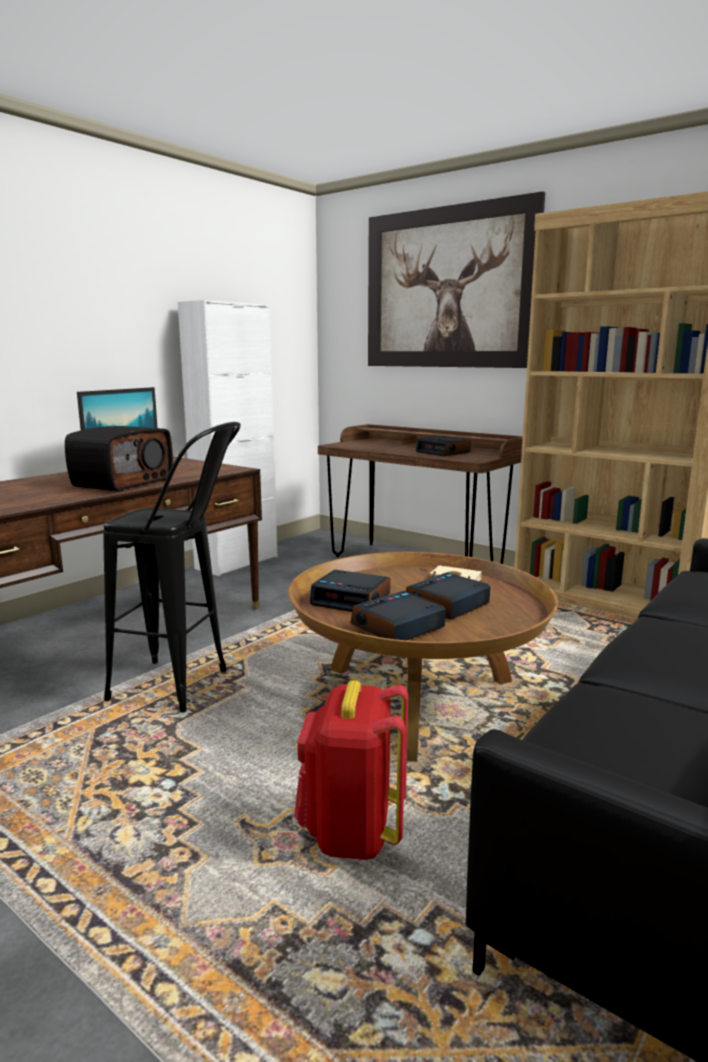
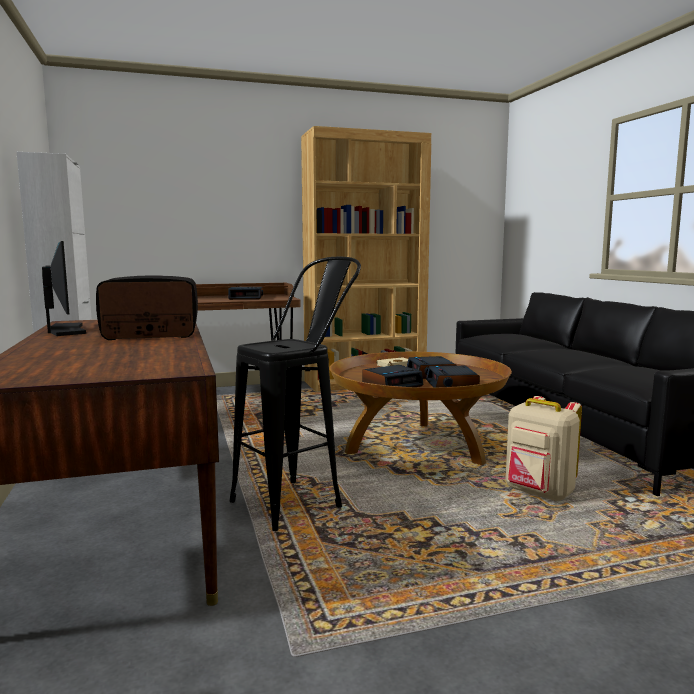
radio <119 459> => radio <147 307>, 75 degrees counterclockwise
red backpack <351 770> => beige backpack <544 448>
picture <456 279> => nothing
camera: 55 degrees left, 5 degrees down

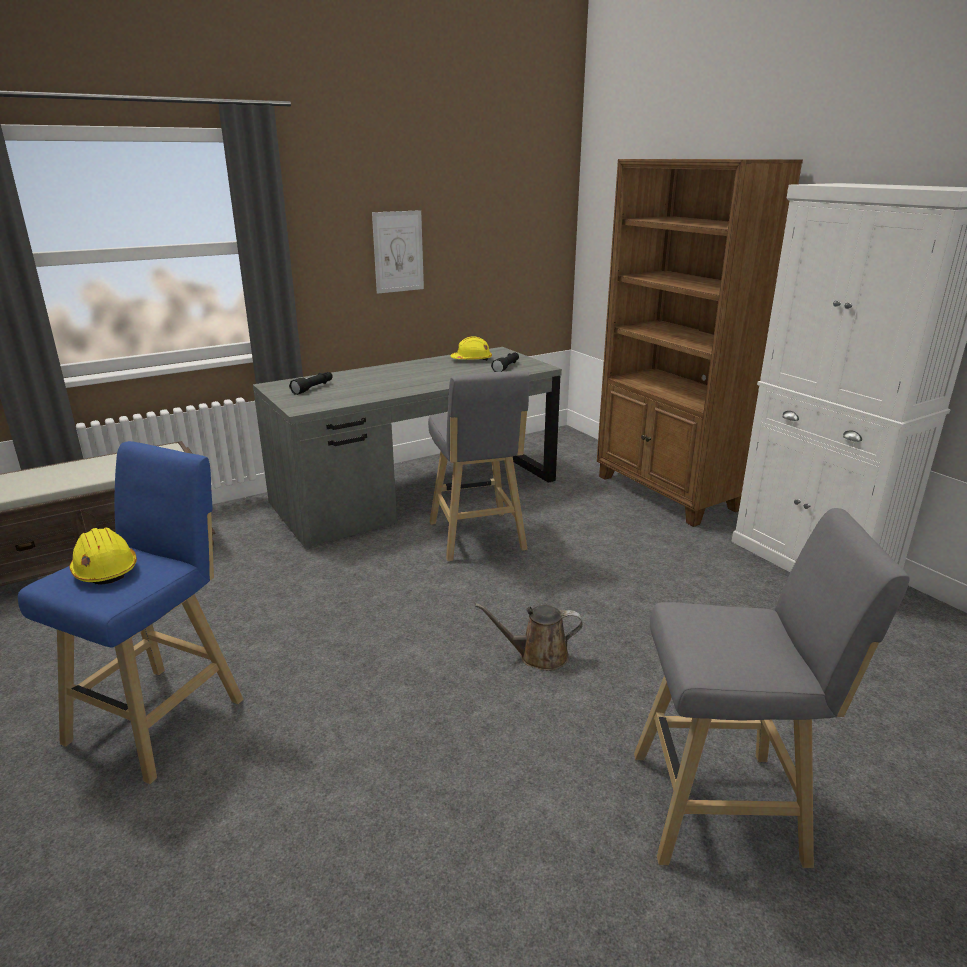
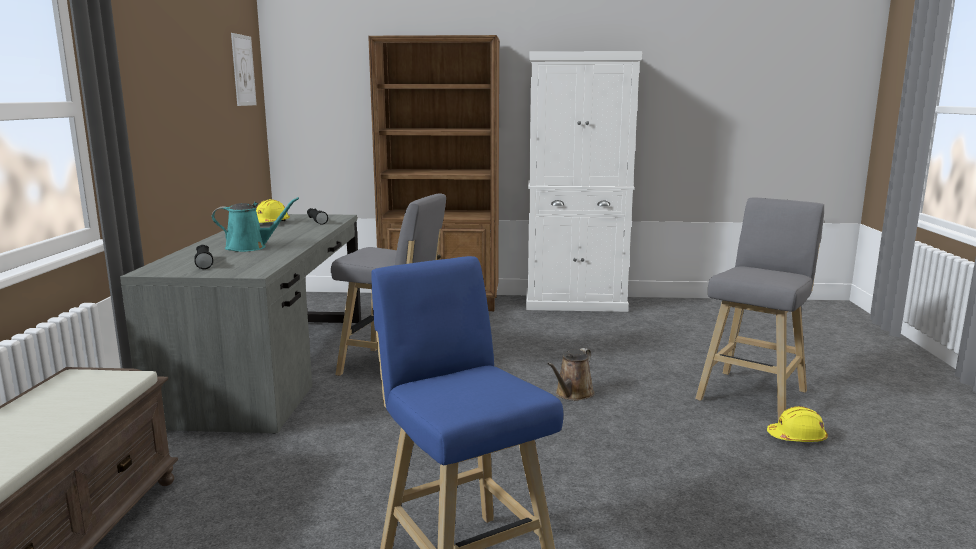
yellow hard hat <103 556> => yellow hard hat <797 424>, shifted
picture <398 252> => picture <244 69>, shifted
nothing => turquoise watering can <255 224>
camera: 55 degrees left, 10 degrees down

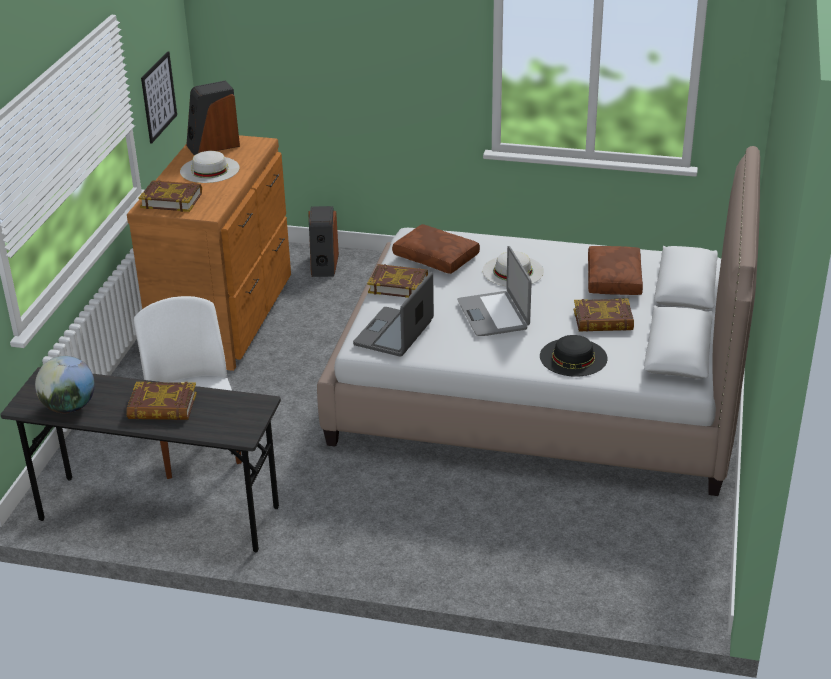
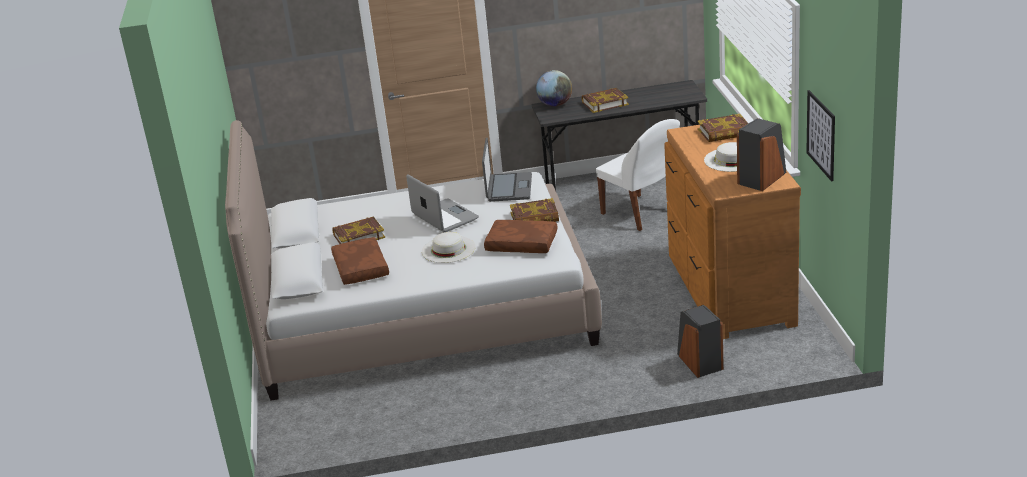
globe <65 384> => globe <554 88>, shifted
black hat <574 356> => nothing
camera: 160 degrees right, 5 degrees down

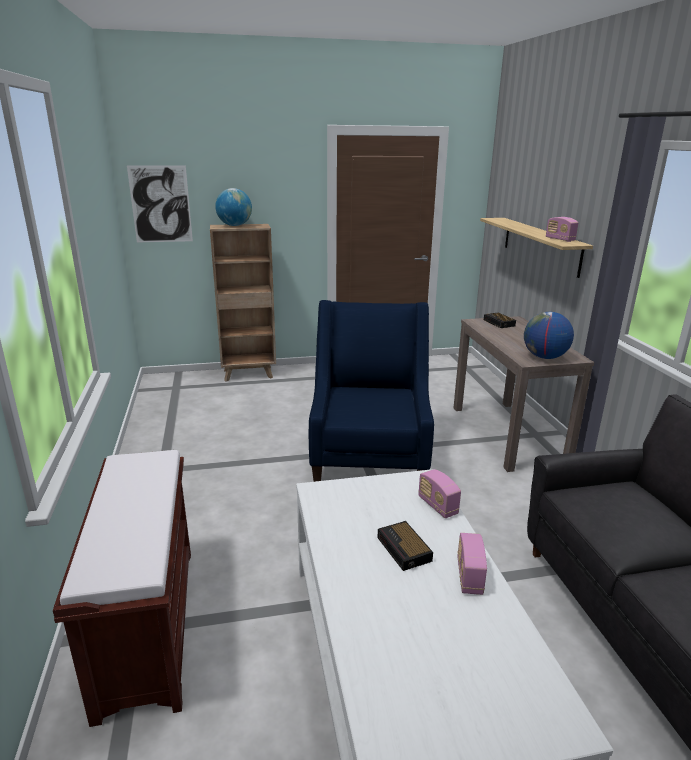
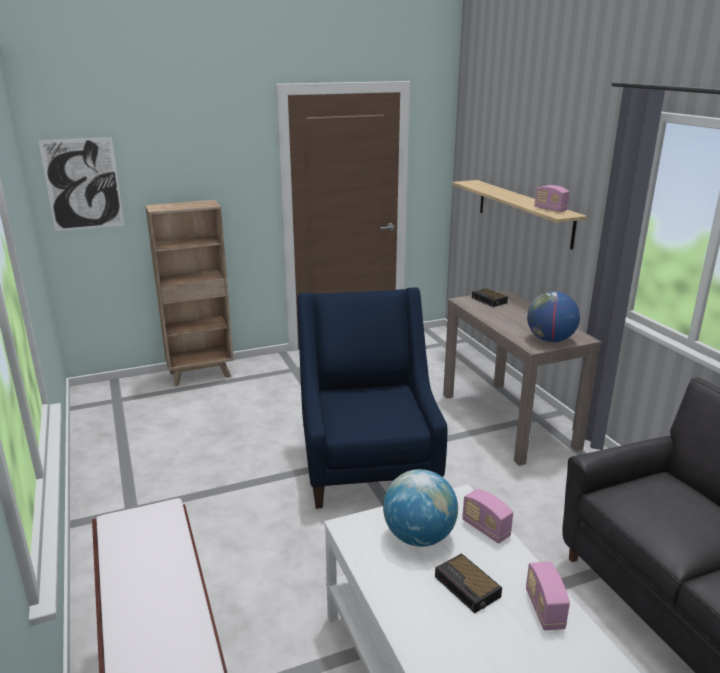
globe <233 207> => globe <420 508>, shifted
camera: 10 degrees left, 0 degrees up

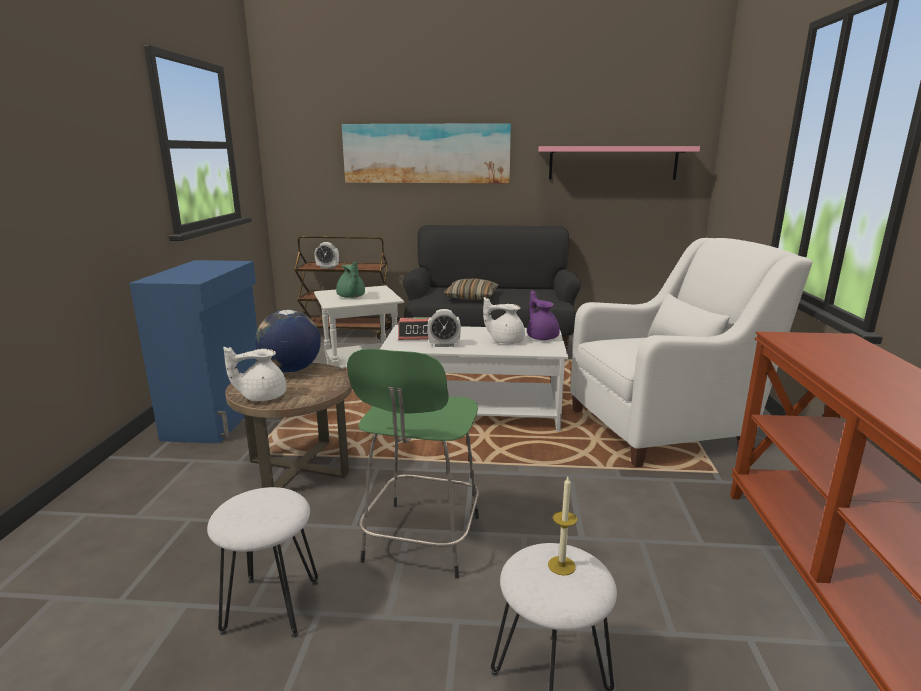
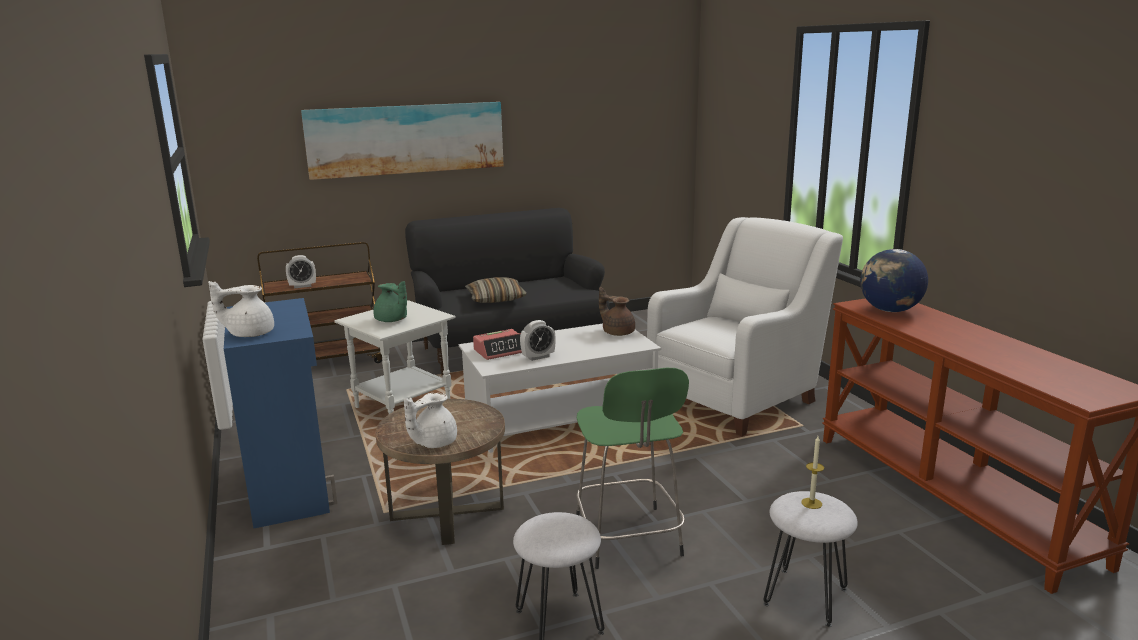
globe <288 341> => globe <894 280>, shifted
white teapot <504 320> => white teapot <241 309>, shifted
purple teapot <543 315> => brown teapot <617 311>
pink shelf <619 163> => nothing
camera: 25 degrees left, 0 degrees up

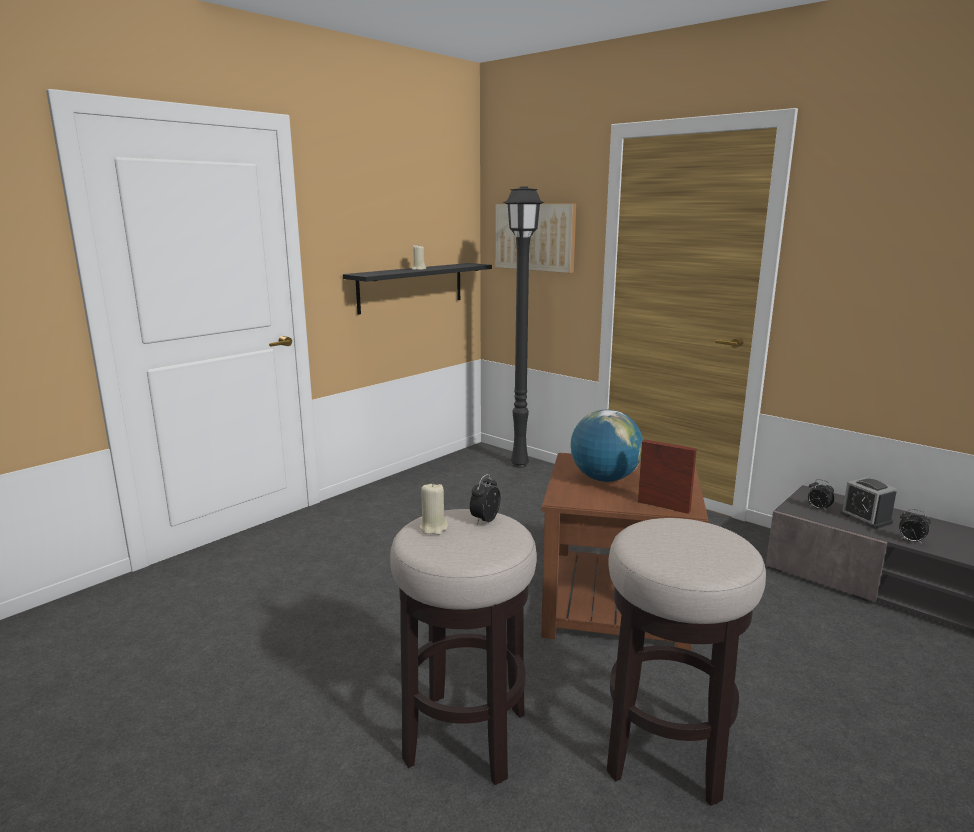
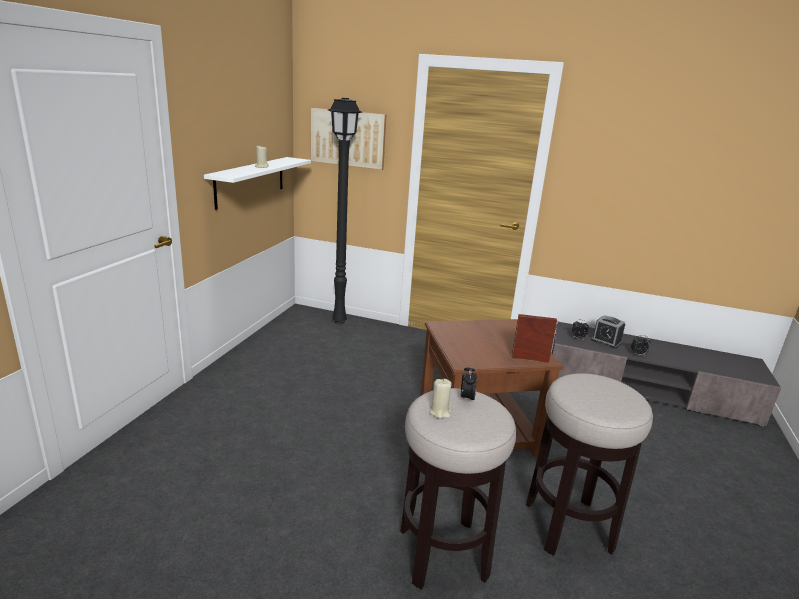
black shelf <417 289> => white shelf <257 183>
globe <606 446> => nothing
camera: 25 degrees left, 5 degrees up

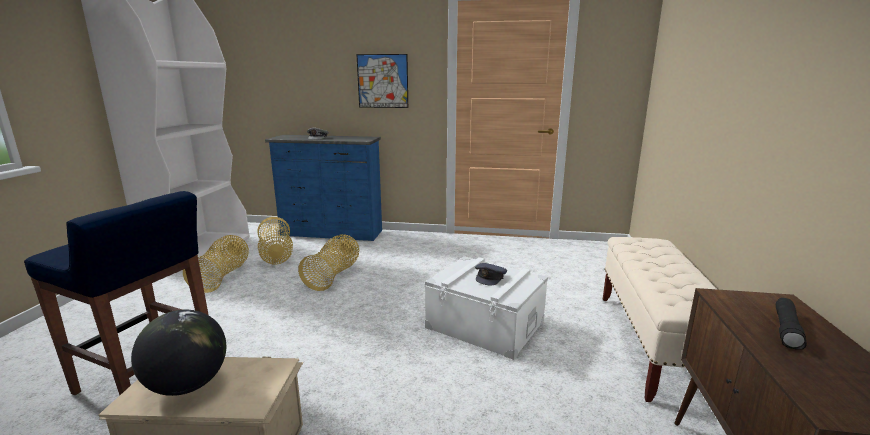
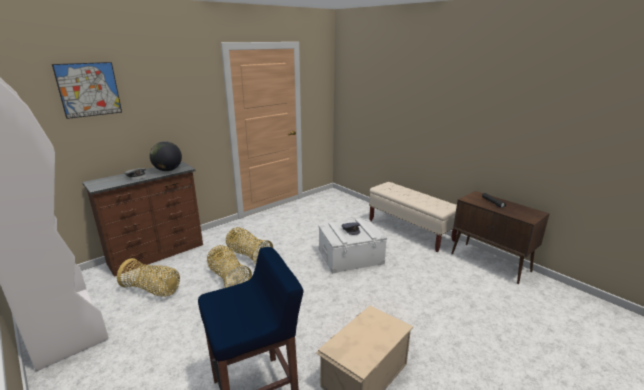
globe <178 353> => globe <166 156>, shifted
basket <216 264> => basket <249 245>, shifted
blue dresser <323 188> => brown dresser <142 219>
picture <382 81> => picture <87 90>, shifted
camera: 50 degrees left, 5 degrees up

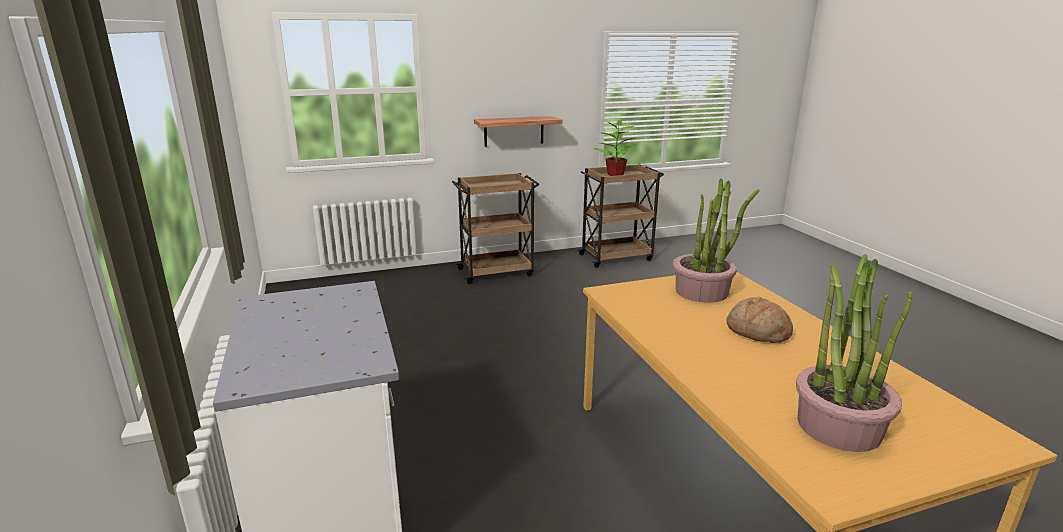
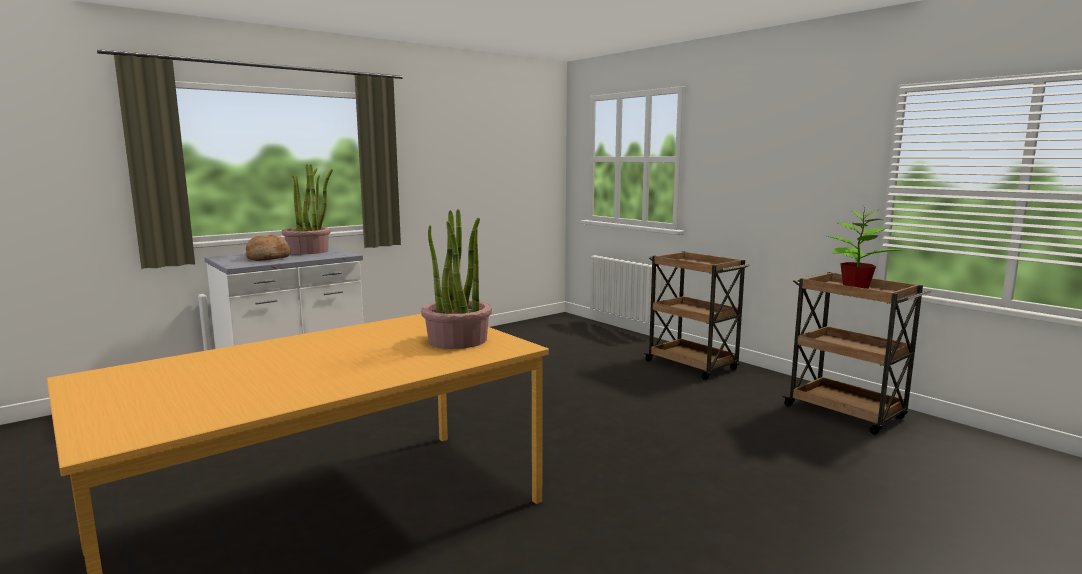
shelf <518 131> => nothing
bread <760 320> => bread <268 247>, shifted
potted plant <854 353> => potted plant <307 209>, shifted
camera: 70 degrees right, 10 degrees down

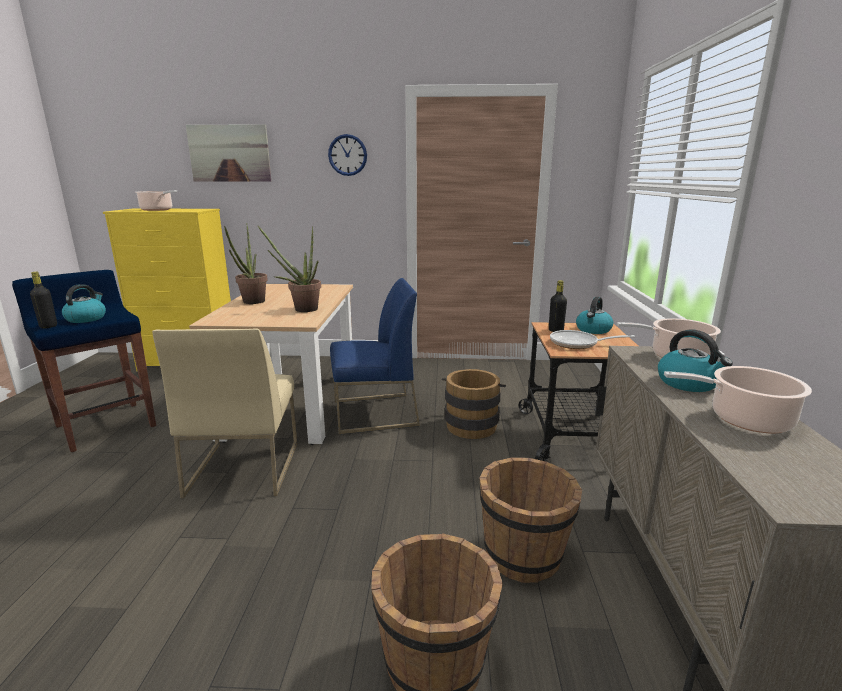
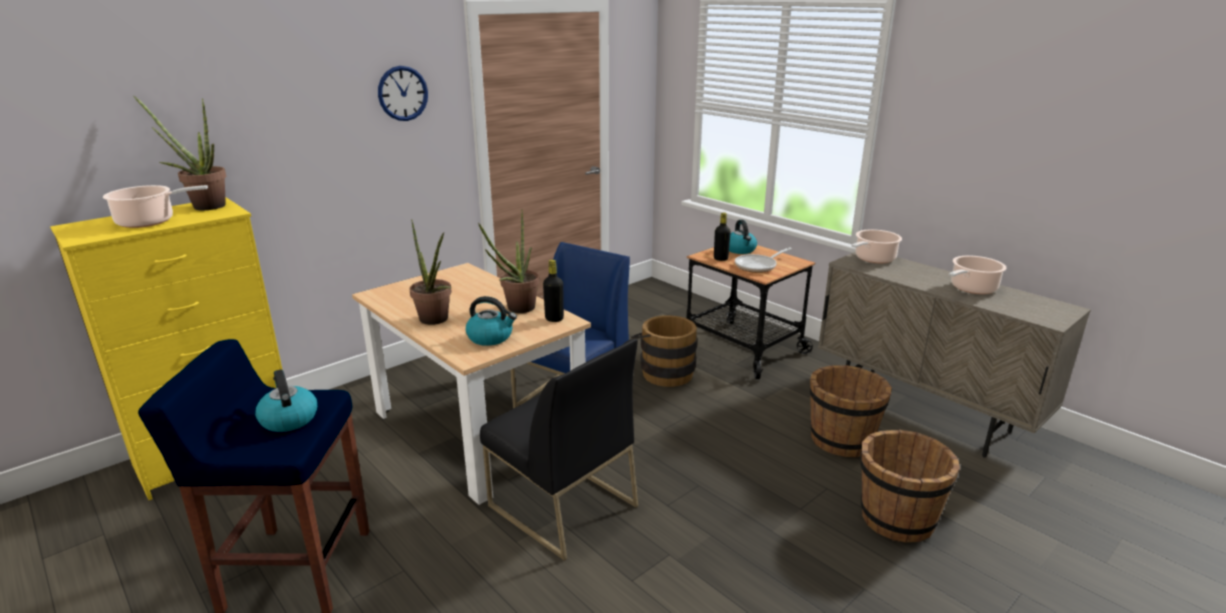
black bottle <43 300> => black bottle <553 291>, shifted
beige chair <224 413> => black chair <559 450>
picture <228 153> => nothing
kettle <695 360> => kettle <491 321>, shifted
nothing => potted plant <179 153>
camera: 45 degrees left, 5 degrees up

